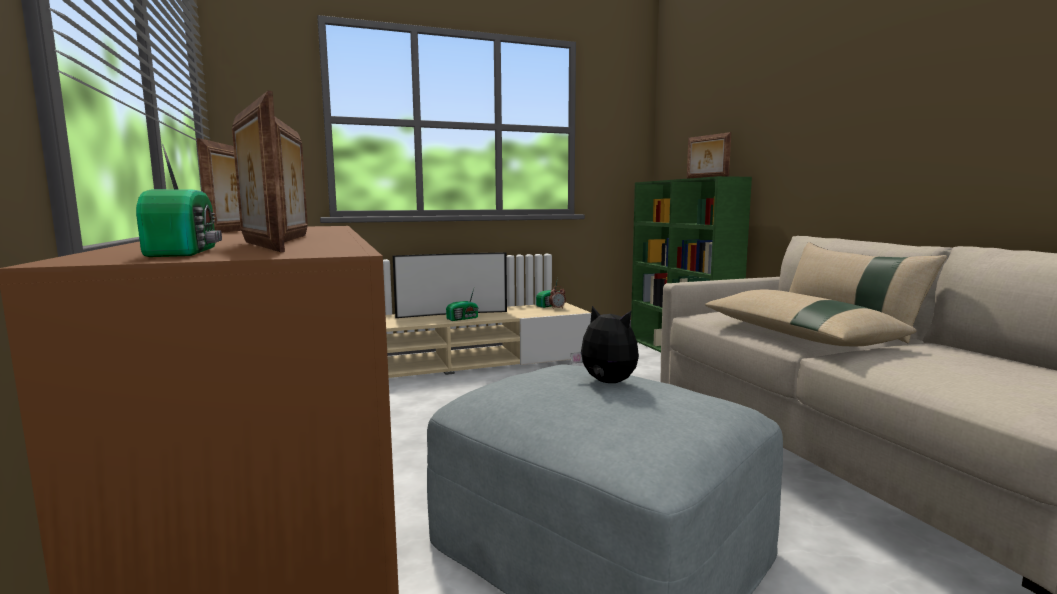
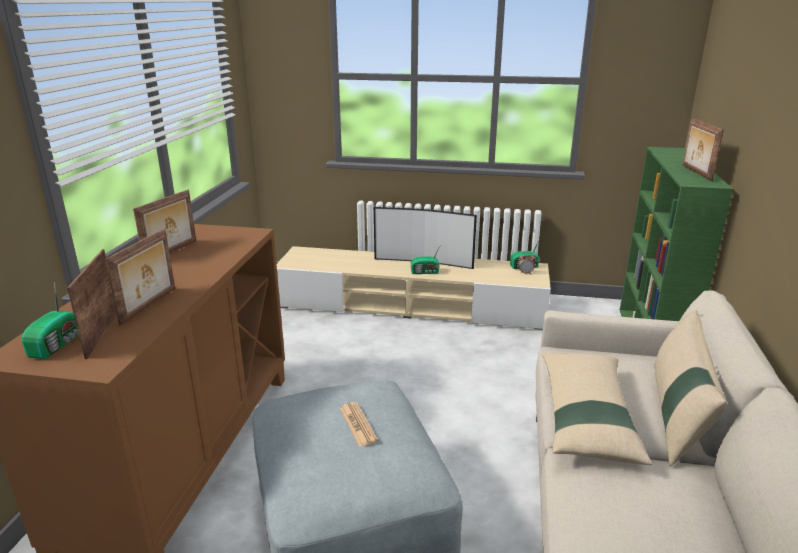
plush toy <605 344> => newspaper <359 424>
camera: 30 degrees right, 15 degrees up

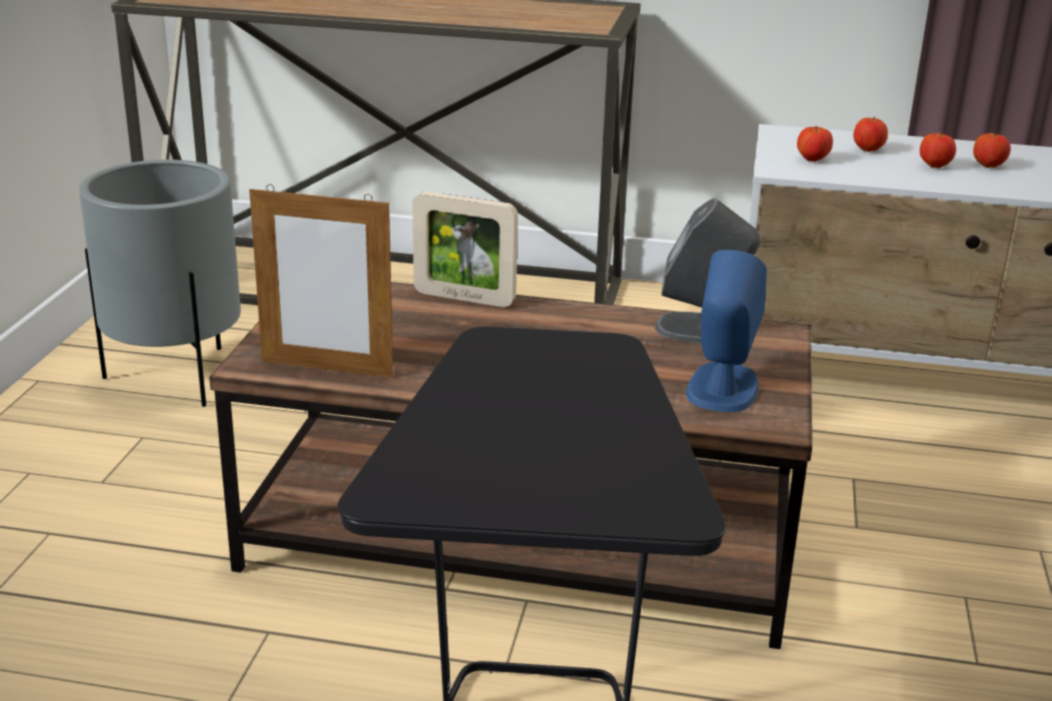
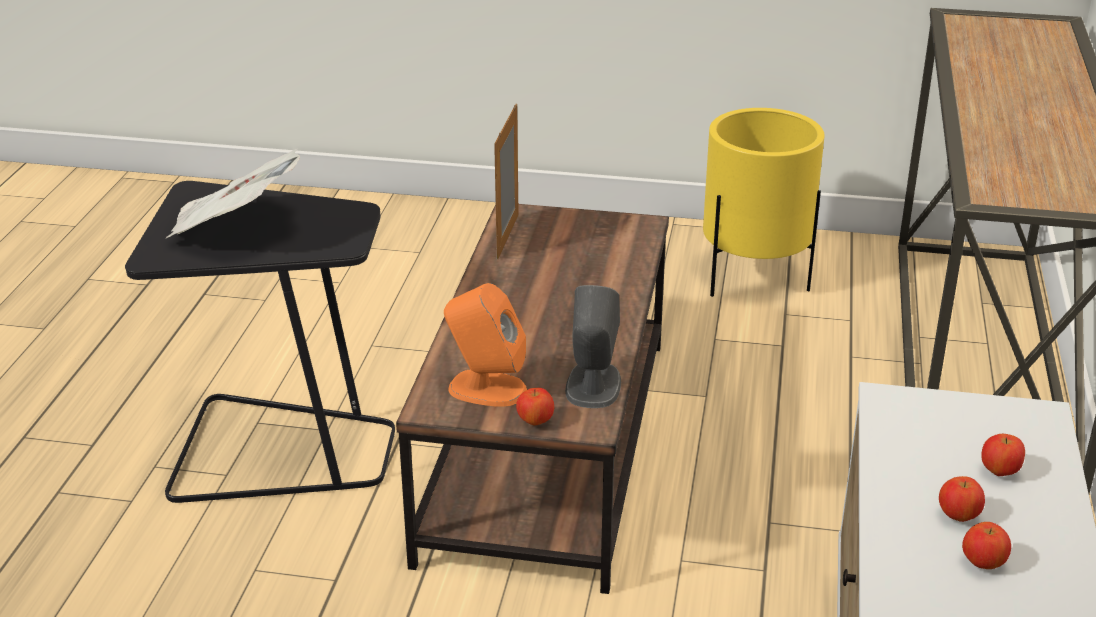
grey planter <160 283> => yellow planter <764 202>
picture frame <465 249> => nothing
blue speaker <726 331> => orange speaker <485 345>
apple <815 144> => apple <535 406>, shifted
nothing => newspaper <233 193>
camera: 90 degrees right, 5 degrees up

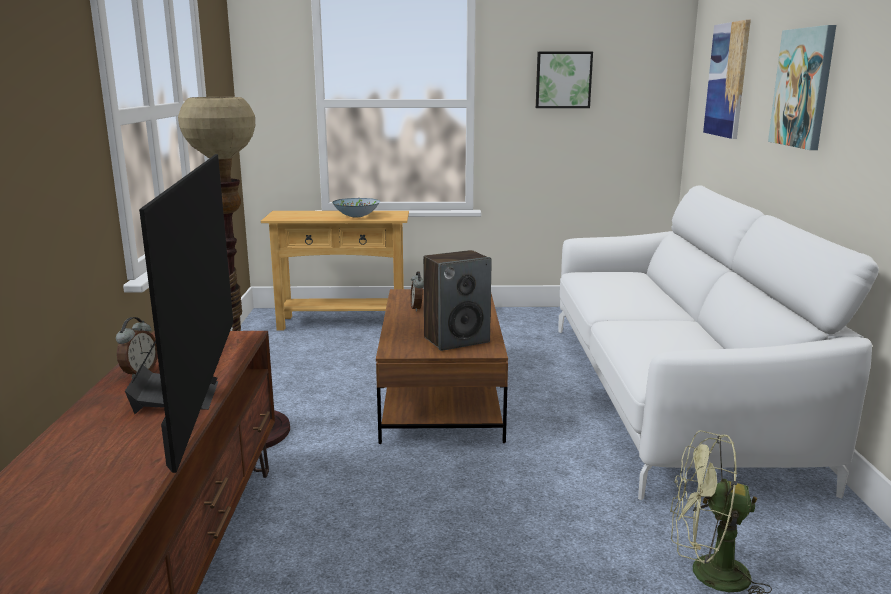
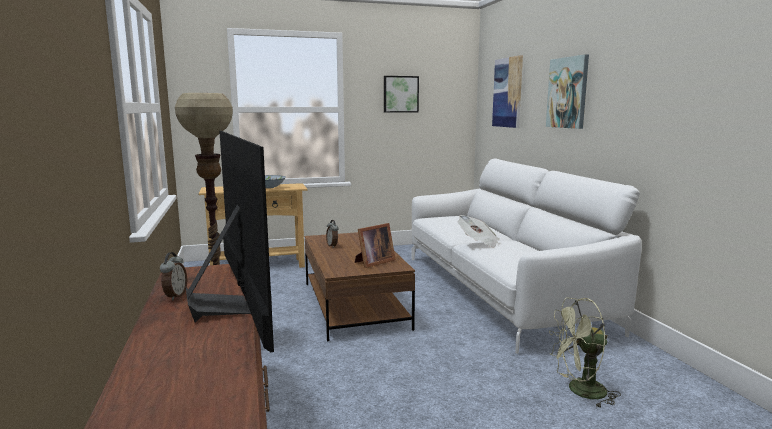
speaker <457 300> => picture frame <375 245>
nothing => newspaper <478 231>
camera: 15 degrees left, 5 degrees down

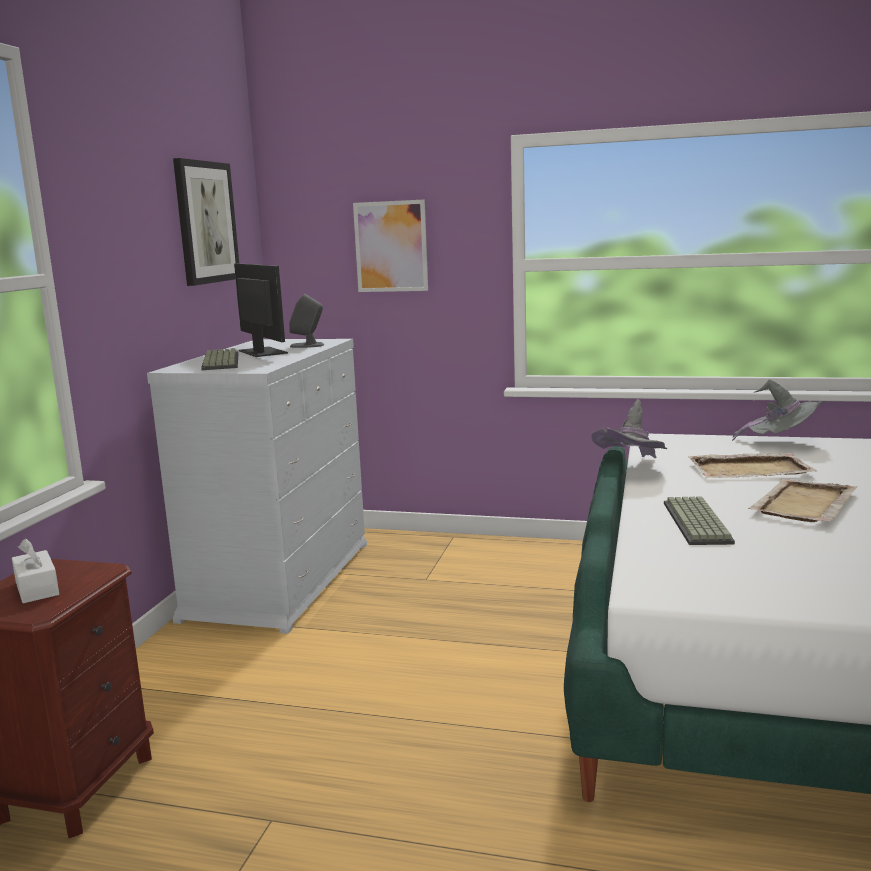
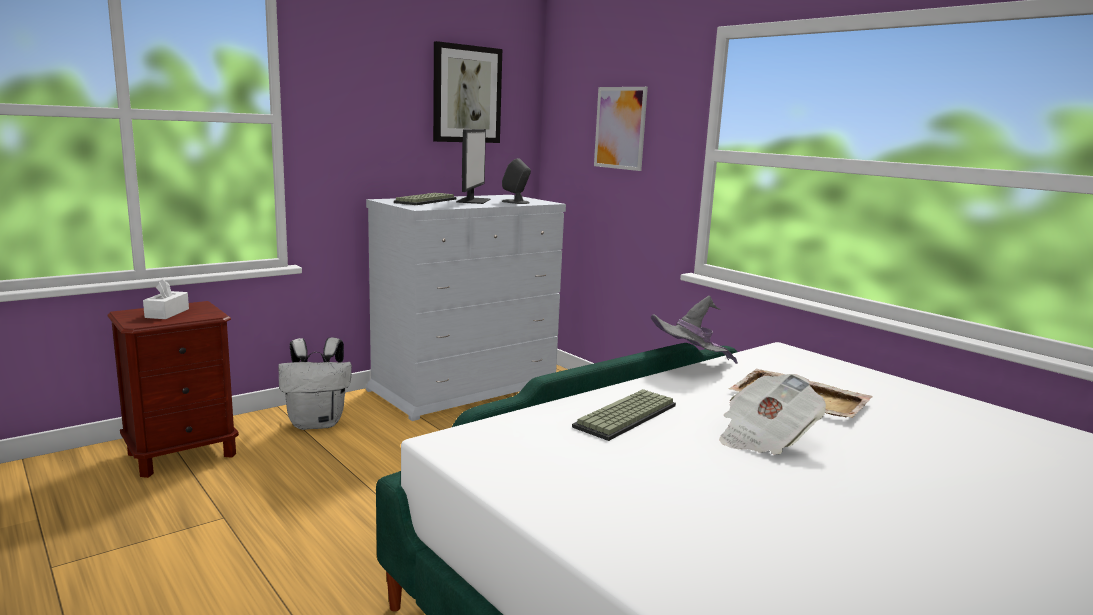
grey hat <778 410> => nothing
beige tray <802 500> => newspaper <772 414>
nothing => white backpack <315 383>
camera: 35 degrees right, 0 degrees up

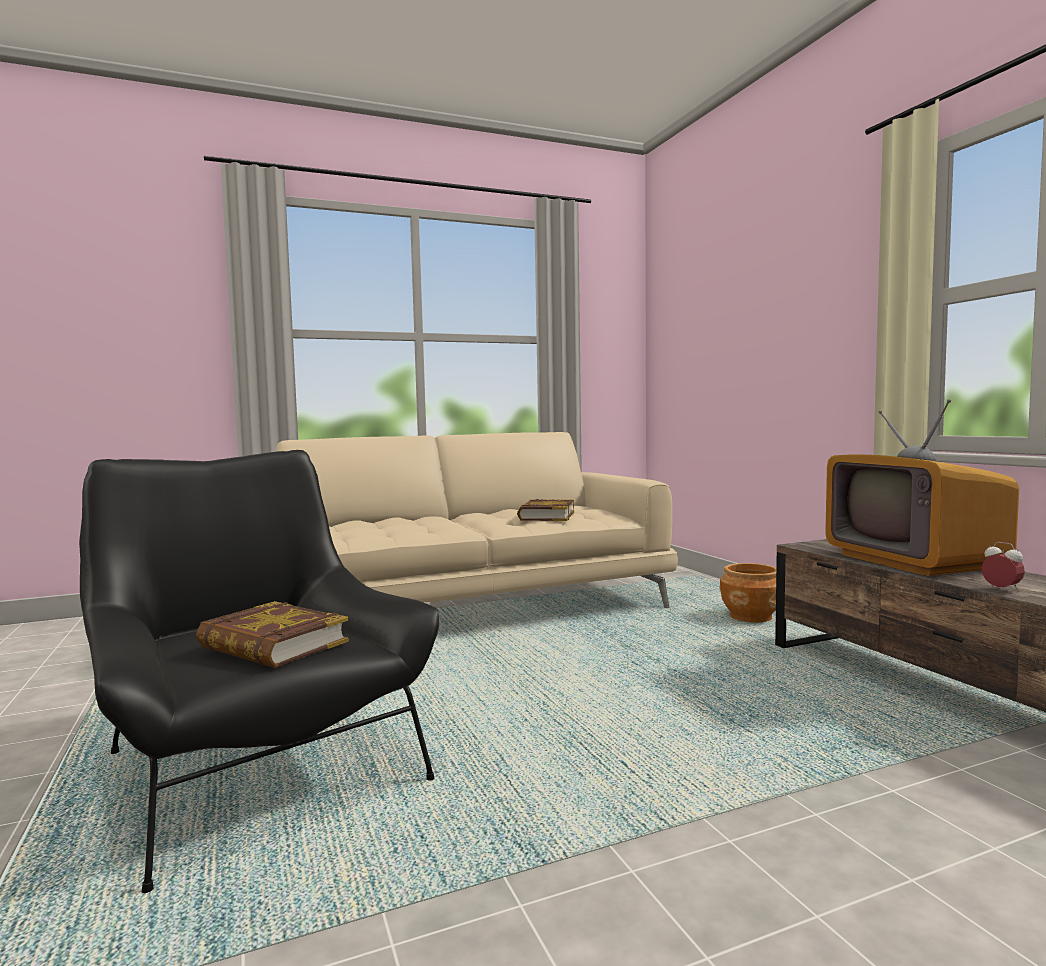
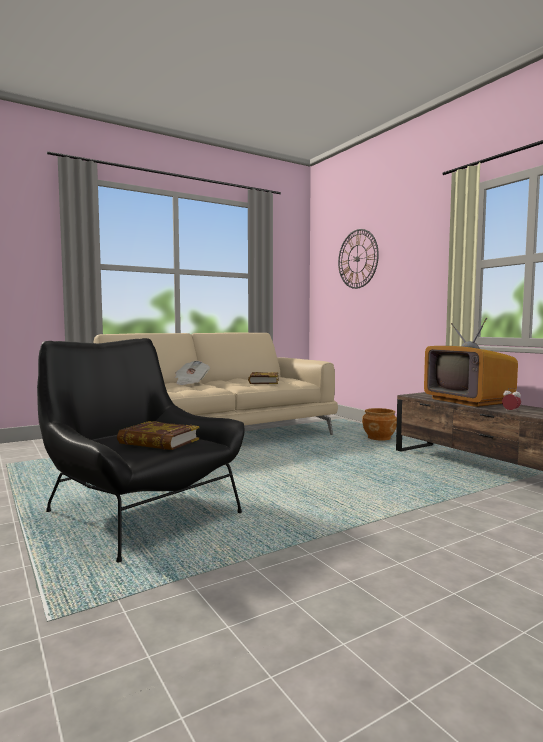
nothing => newspaper <192 373>
nothing => wall clock <358 259>
camera: 10 degrees left, 0 degrees up

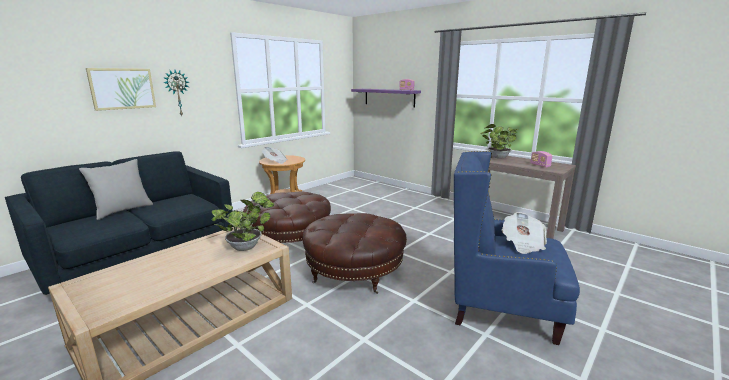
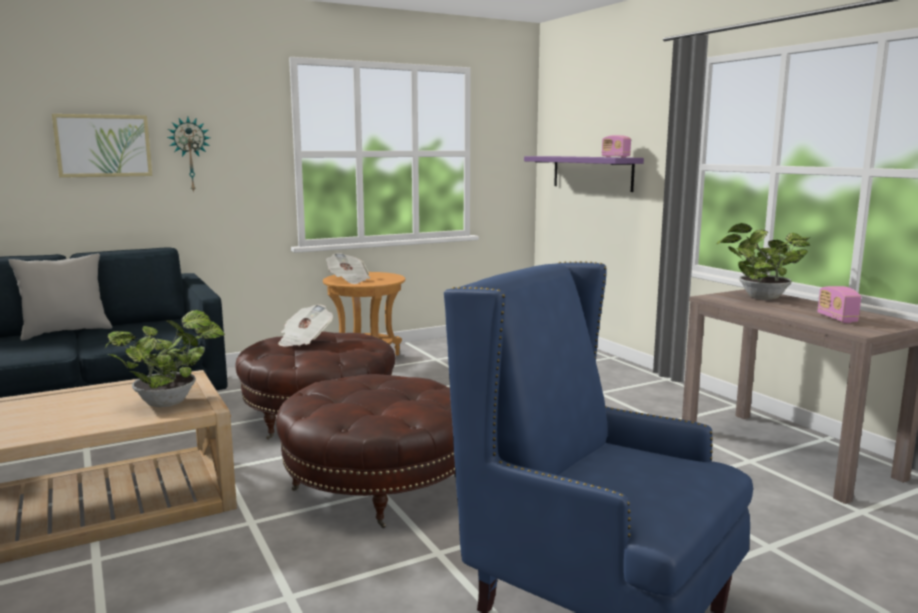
newspaper <524 233> => newspaper <305 325>, shifted
camera: 20 degrees right, 5 degrees down

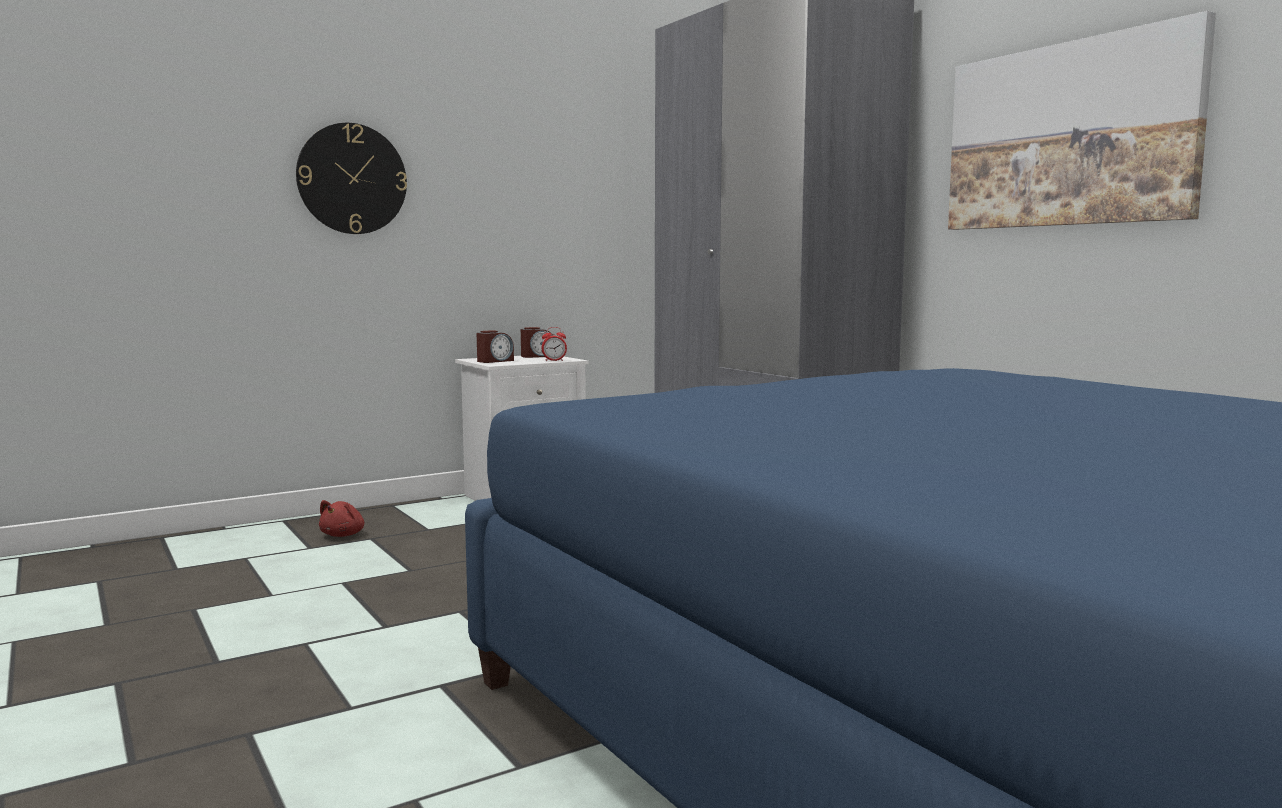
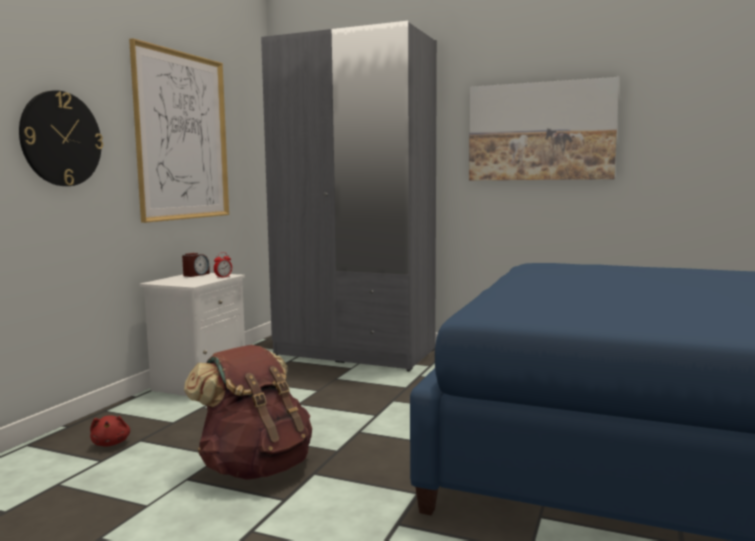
alarm clock <495 346> => nothing
nothing => picture <179 130>
nothing => brown backpack <248 412>
camera: 35 degrees left, 0 degrees up

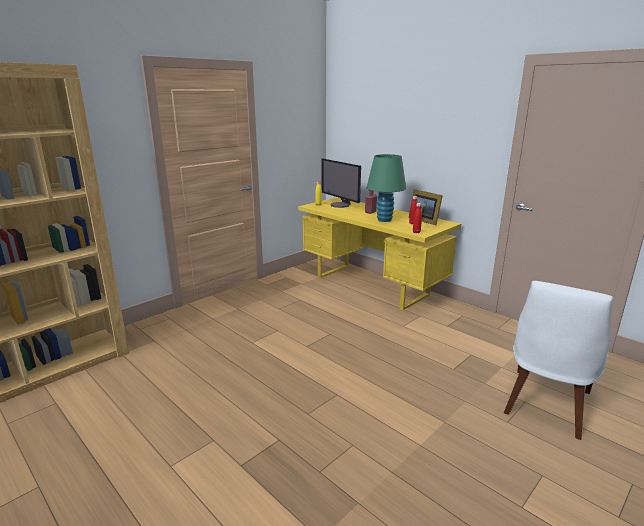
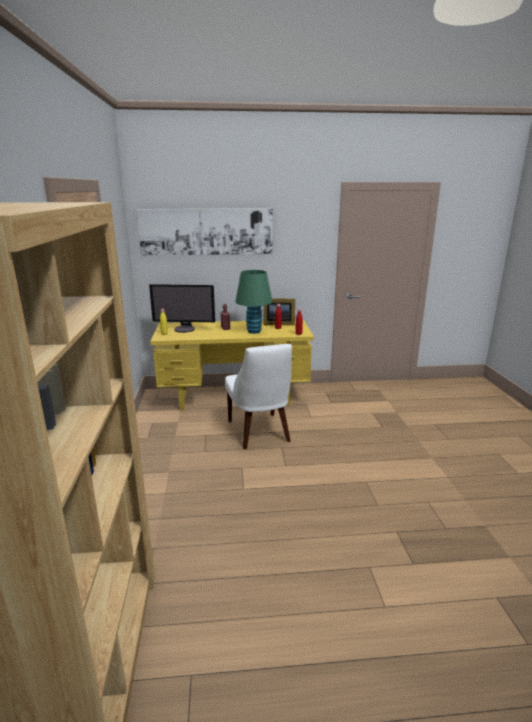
white chair <558 360> => white chair <258 396>, shifted
nothing => picture <205 232>
camera: 50 degrees left, 0 degrees up

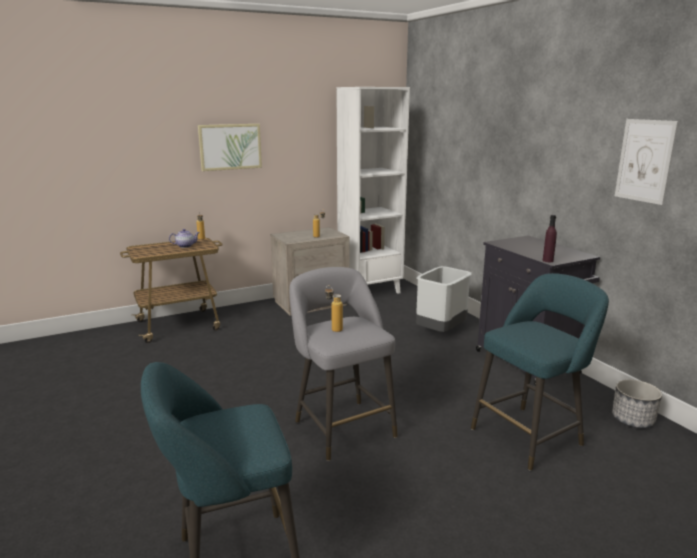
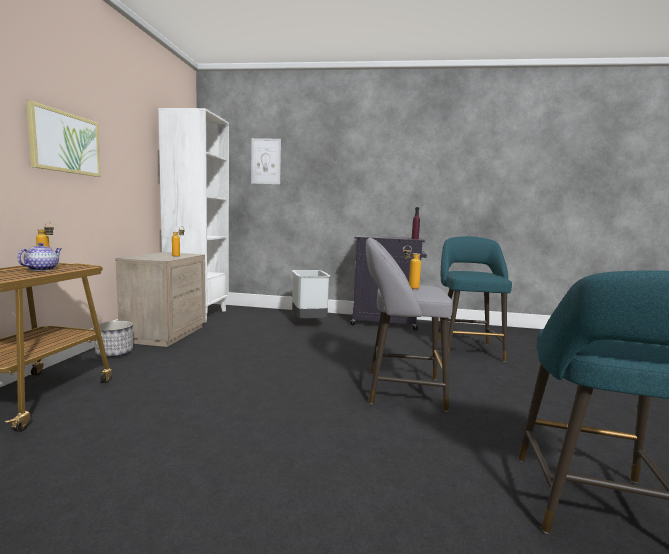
planter <637 403> => planter <113 339>, shifted
picture <646 162> => picture <266 161>, shifted
camera: 55 degrees left, 10 degrees down

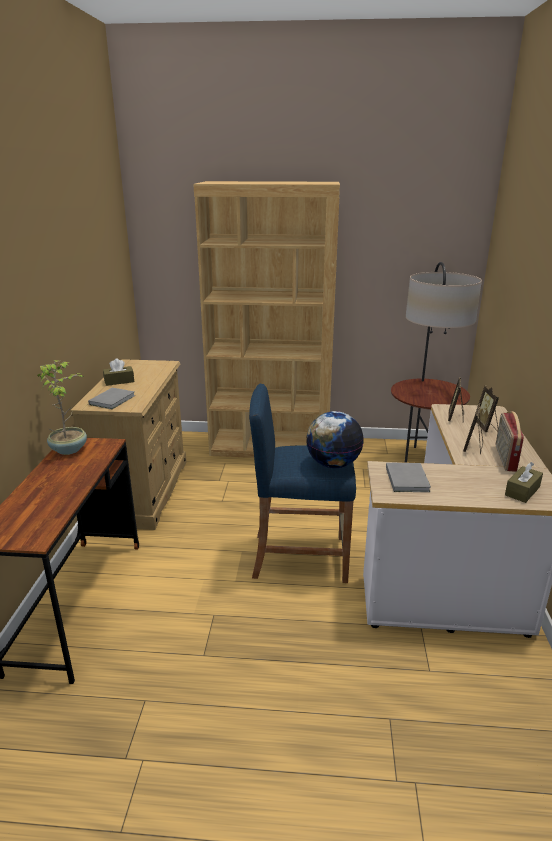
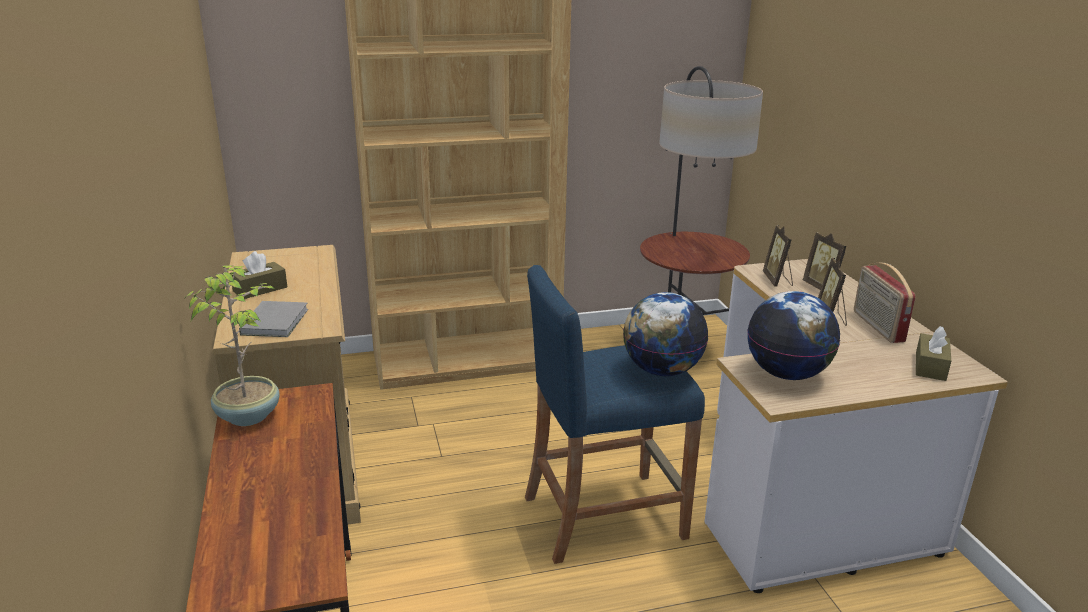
grey book <408 477> => globe <793 335>
camera: 20 degrees left, 0 degrees up

